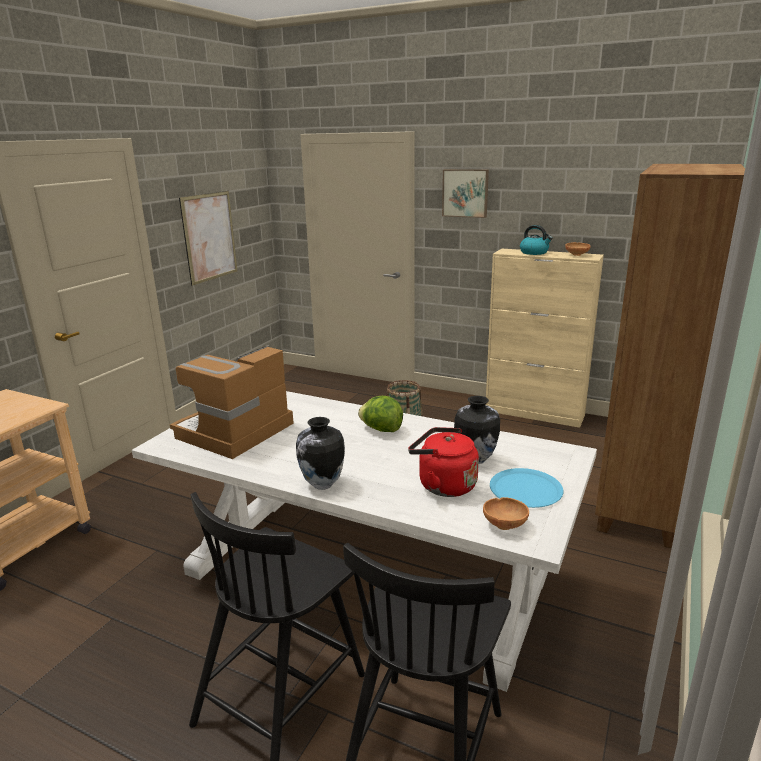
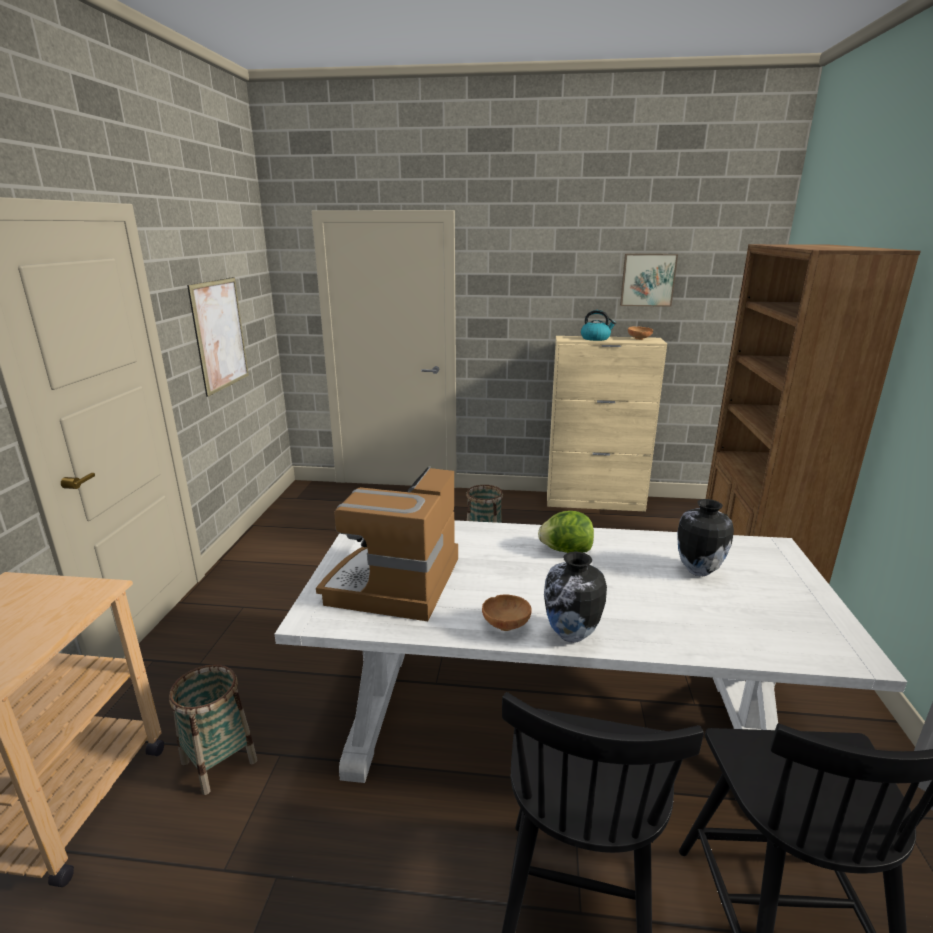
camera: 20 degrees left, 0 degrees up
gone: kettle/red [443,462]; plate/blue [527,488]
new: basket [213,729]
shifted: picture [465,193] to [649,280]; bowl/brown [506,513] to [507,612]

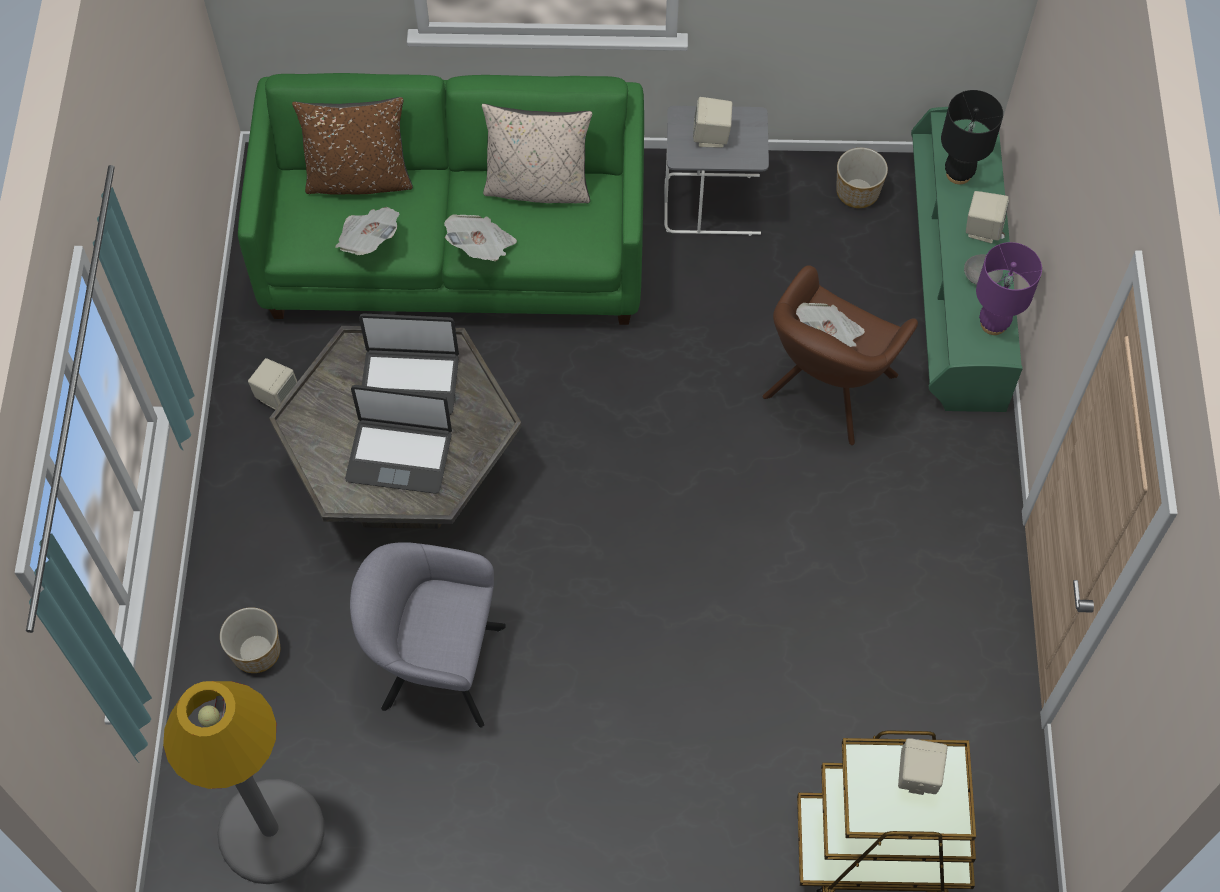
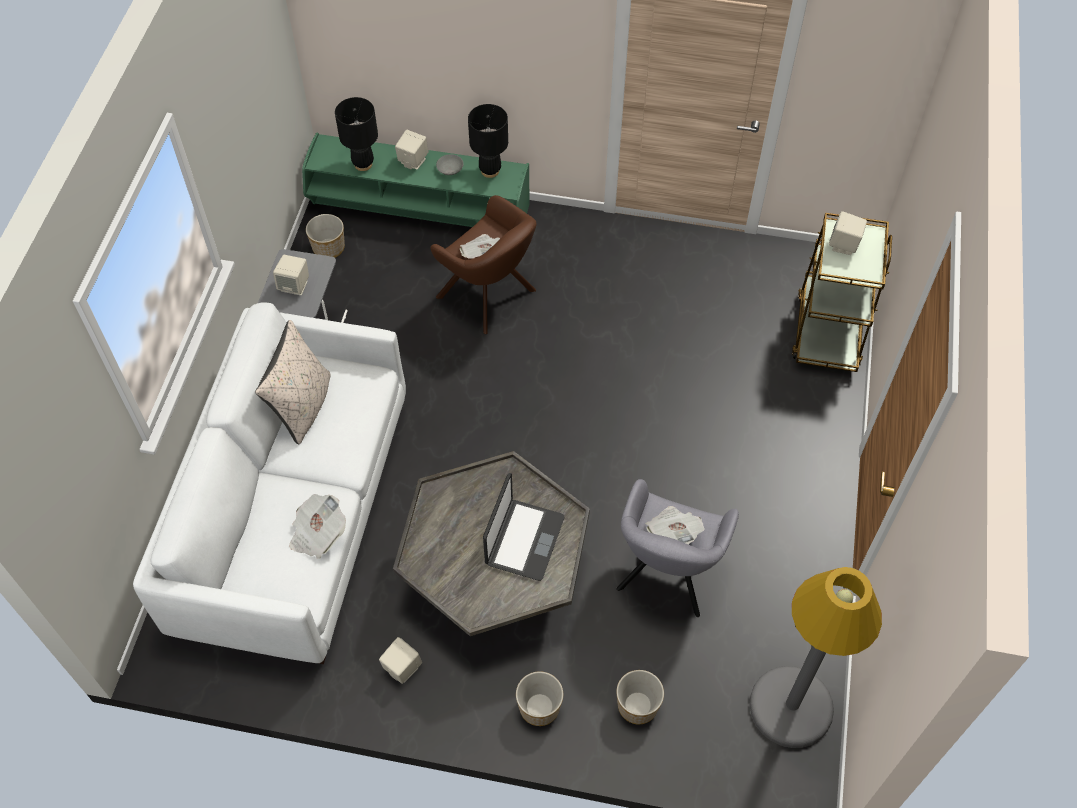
camera: 80 degrees left, 5 degrees down
gone: pillow/brown [352,146]; laptop [409,364]
new: planter [539,698]
shifted: newspaper [480,238] to [675,525]
repainted: sofa/green [441,199] to sofa/white [269,483]; table lamp/purple [1009,288] to table lamp/black [488,141]

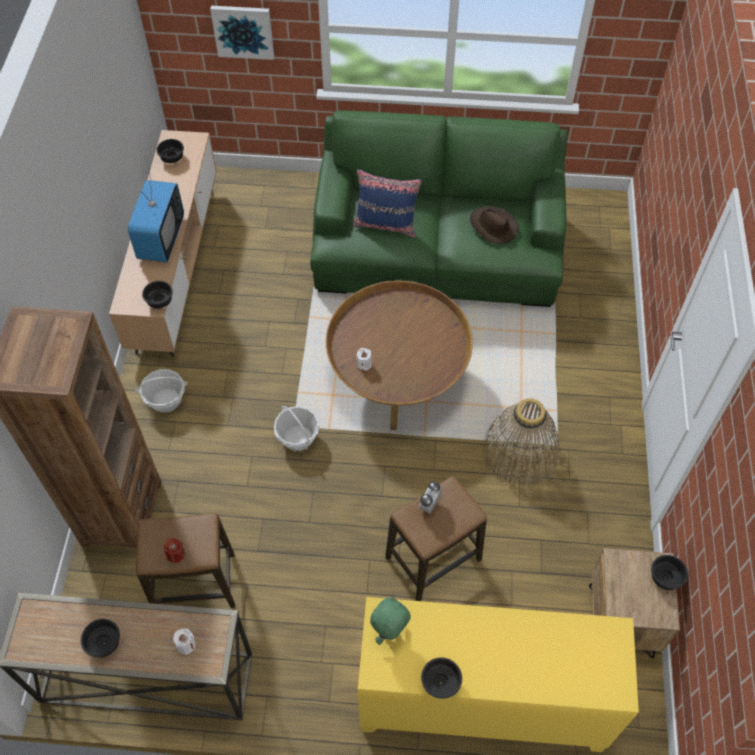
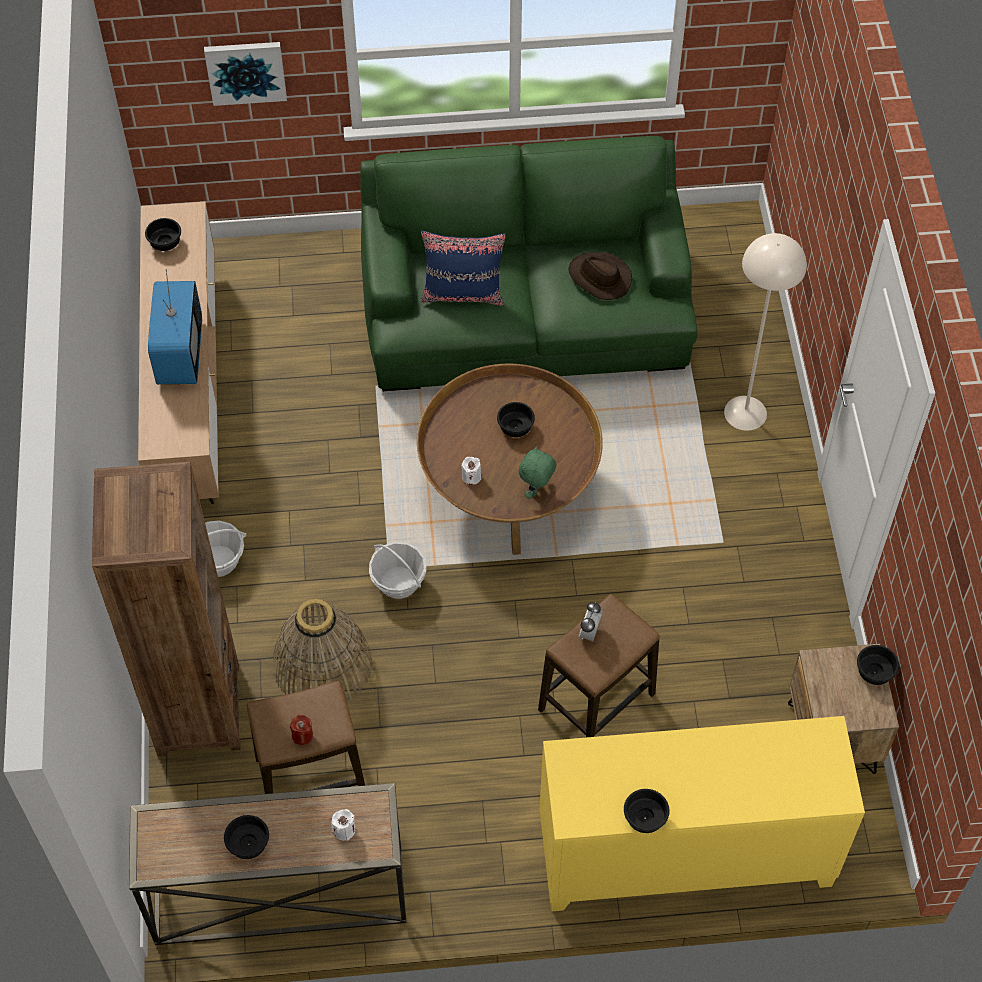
camera: 10 degrees left, 0 degrees up
new: floor lamp/beige [765,332]
shifted: bowl/black [157,295] to [516,419]; plush toy/green [390,620] to [538,472]; basket [521,442] to [322,650]

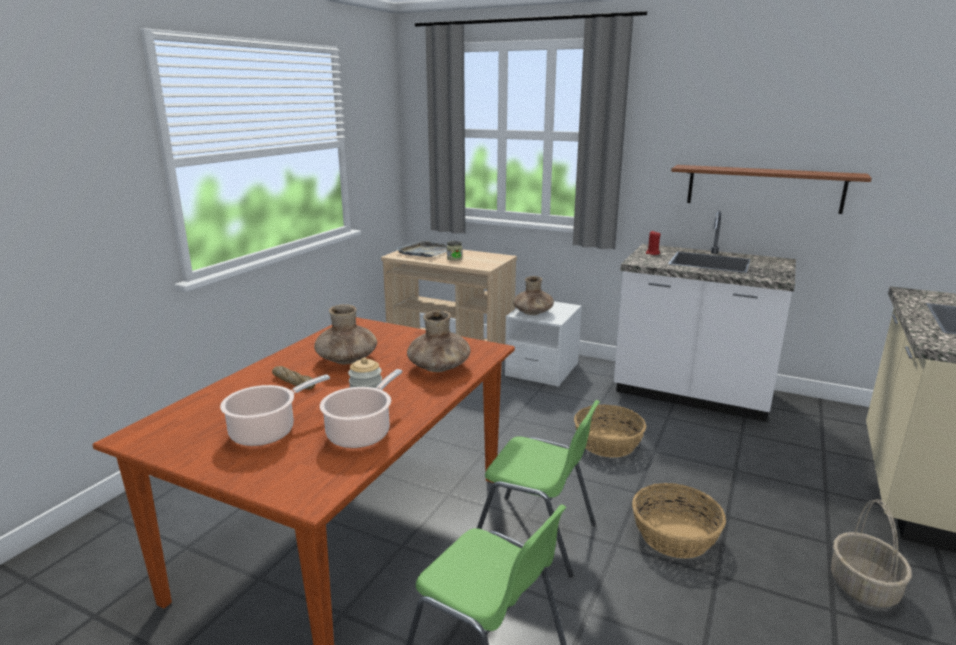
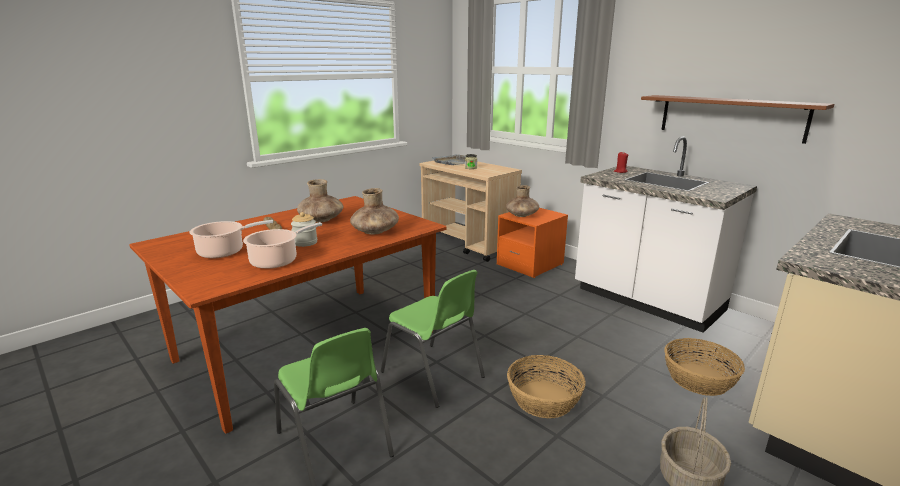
camera: 20 degrees right, 0 degrees up
shifted: basket [610,431] to [704,367]
repainted: nightstand/white [543,344] to nightstand/orange [532,243]

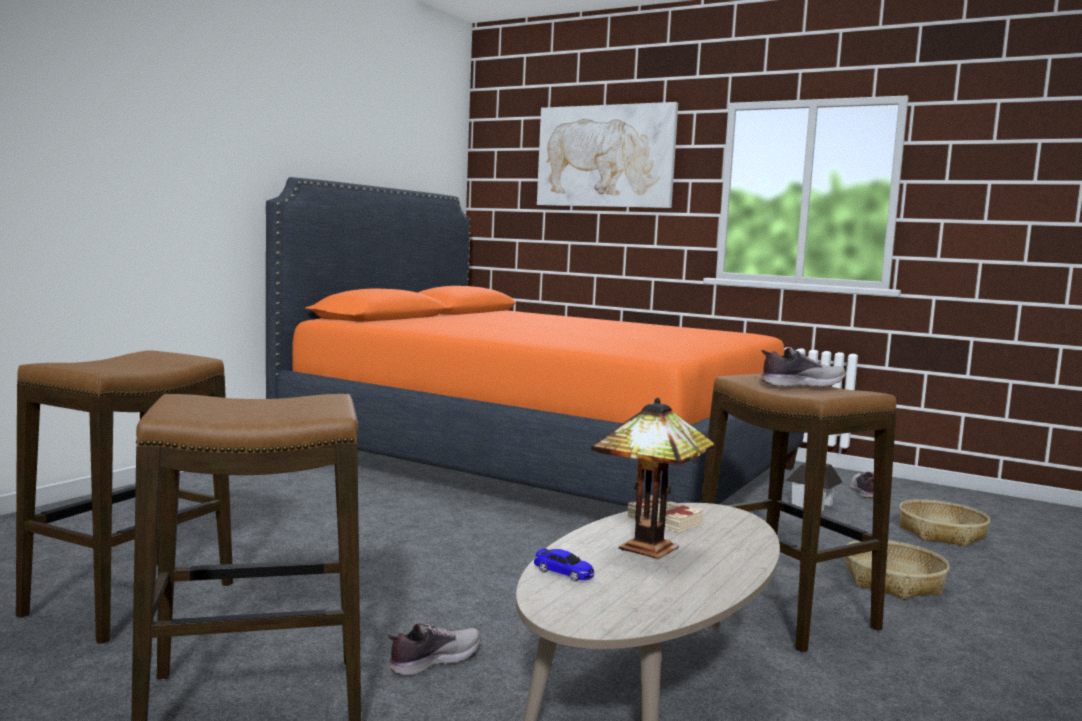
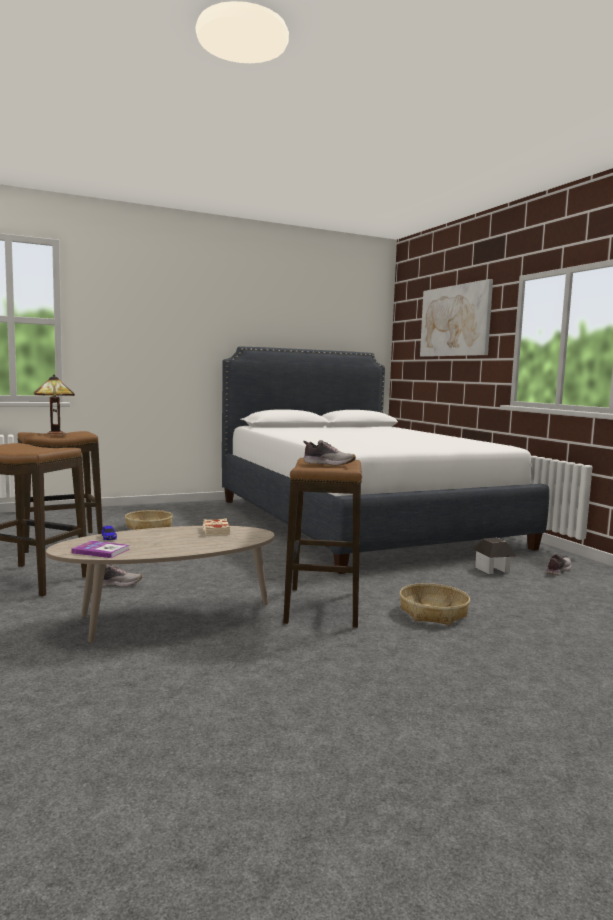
camera: 35 degrees right, 0 degrees up
new: book [100,549]
shifted: table lamp [653,479] to [54,405]; basket [944,523] to [149,520]
repainted: bed/orange [535,341] to bed/white [385,460]

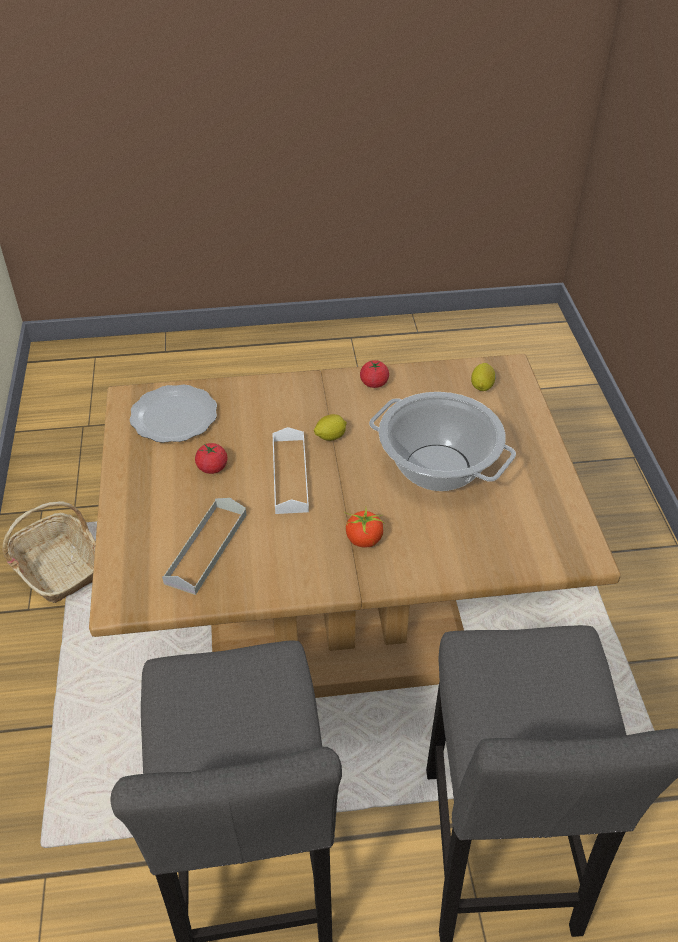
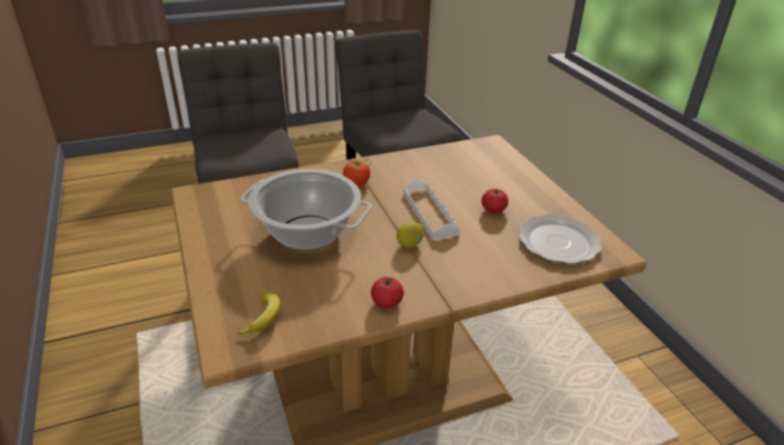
camera: 165 degrees right, 10 degrees down
gone: basket [49,552]; tray/grey [204,546]
swapped: lemon [483,377] to banana [259,313]

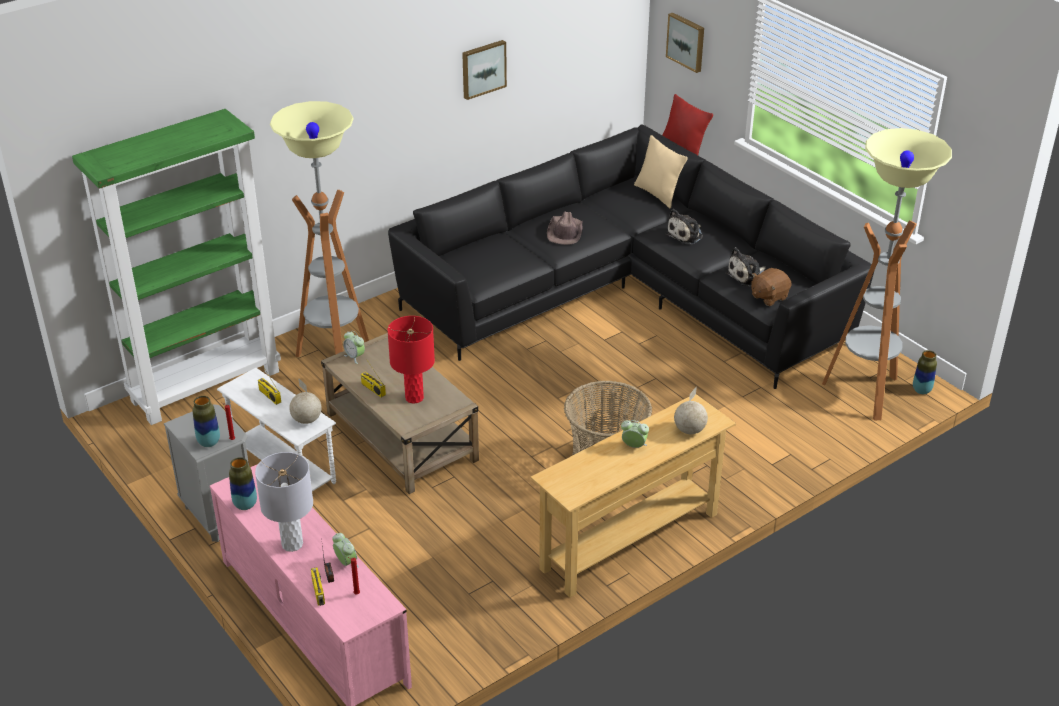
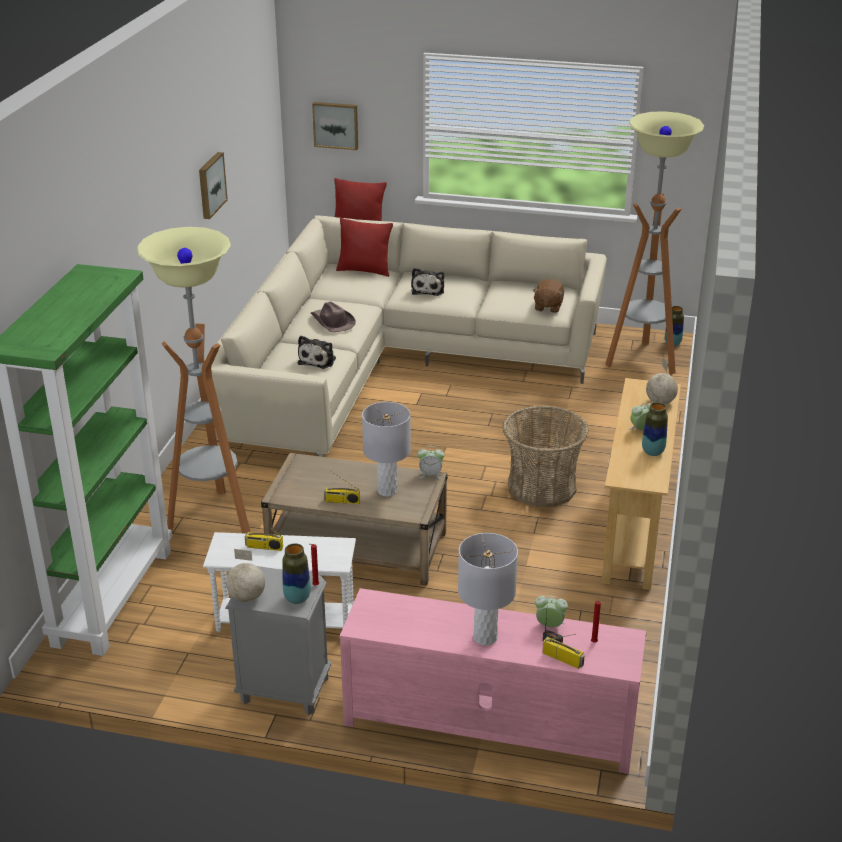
camera: 40 degrees left, 5 degrees down
shifted: vase [243,483] to [655,429]; globe [305,401] to [245,575]; alarm clock [354,347] to [430,462]; plush toy [745,266] to [317,352]
repainted: table lamp/red [411,360] to table lamp/grey [386,449]; sofa/black [631,257] to sofa/beige [405,336]; pillow/beige [661,171] to pillow/red [364,247]

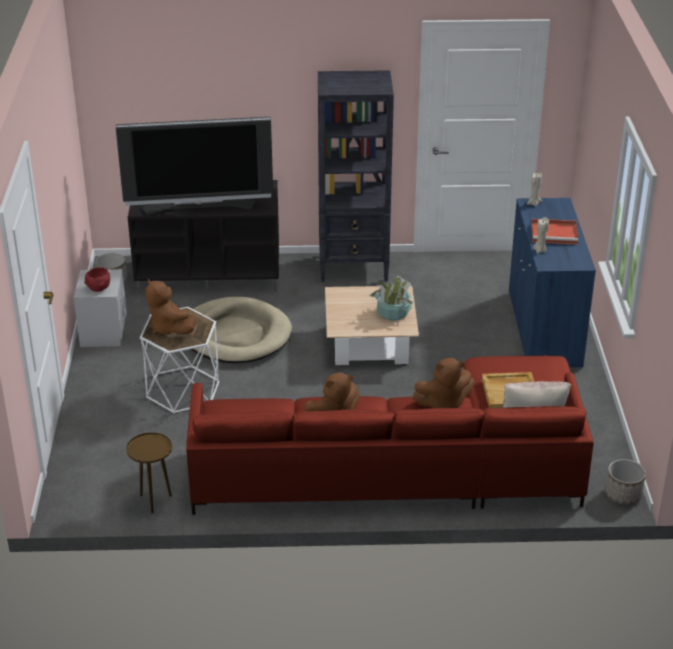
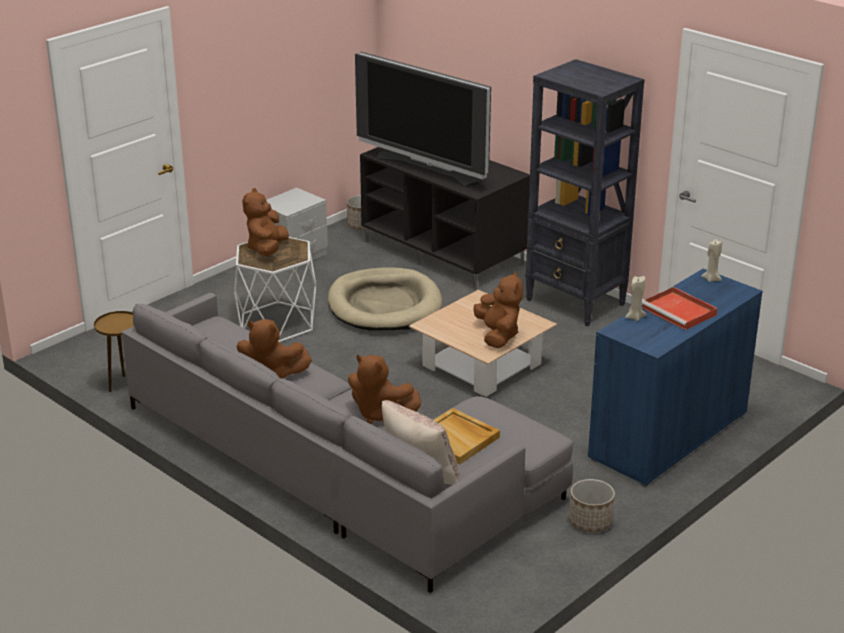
camera: 45 degrees right, 5 degrees down
gone: bowl/red [97,279]
shifted: planter [625,482] to [592,505]
swapped: potted plant [390,297] to plush toy/brown [498,309]
repainted: sofa/red [389,435] to sofa/grey [347,443]

